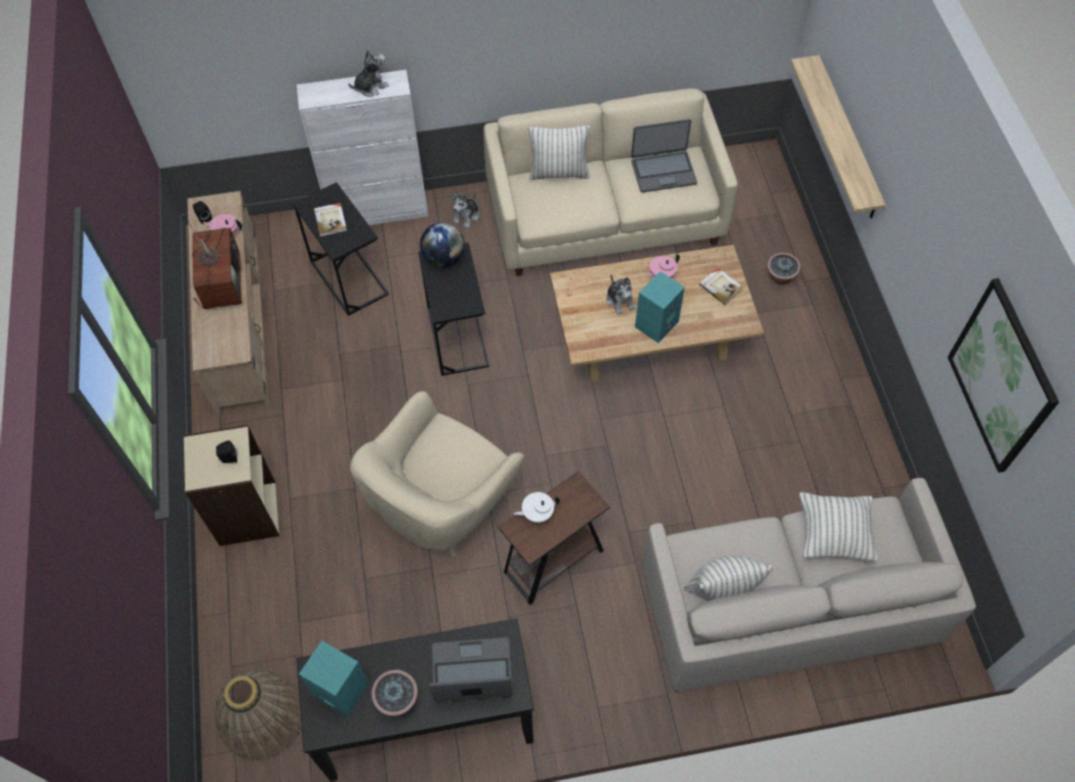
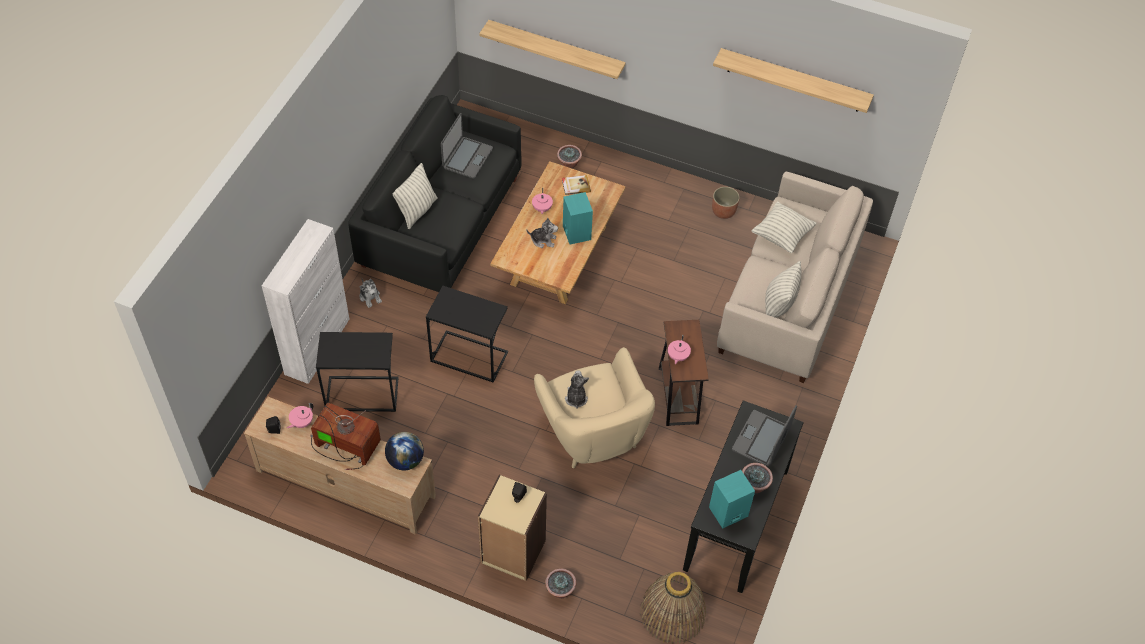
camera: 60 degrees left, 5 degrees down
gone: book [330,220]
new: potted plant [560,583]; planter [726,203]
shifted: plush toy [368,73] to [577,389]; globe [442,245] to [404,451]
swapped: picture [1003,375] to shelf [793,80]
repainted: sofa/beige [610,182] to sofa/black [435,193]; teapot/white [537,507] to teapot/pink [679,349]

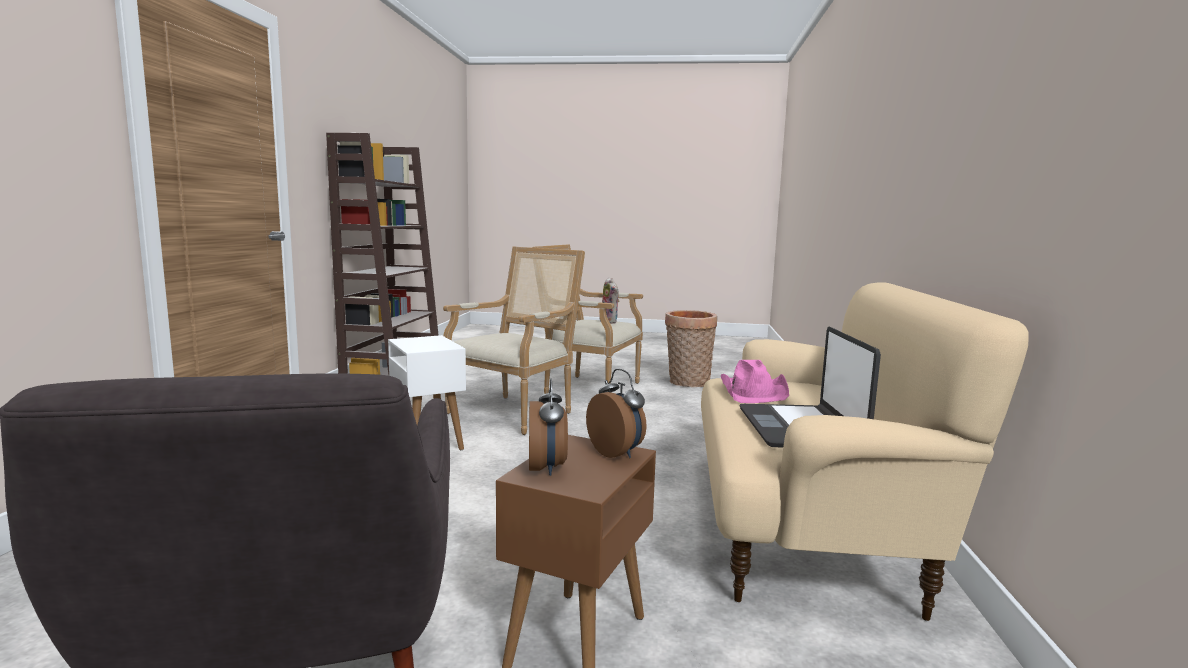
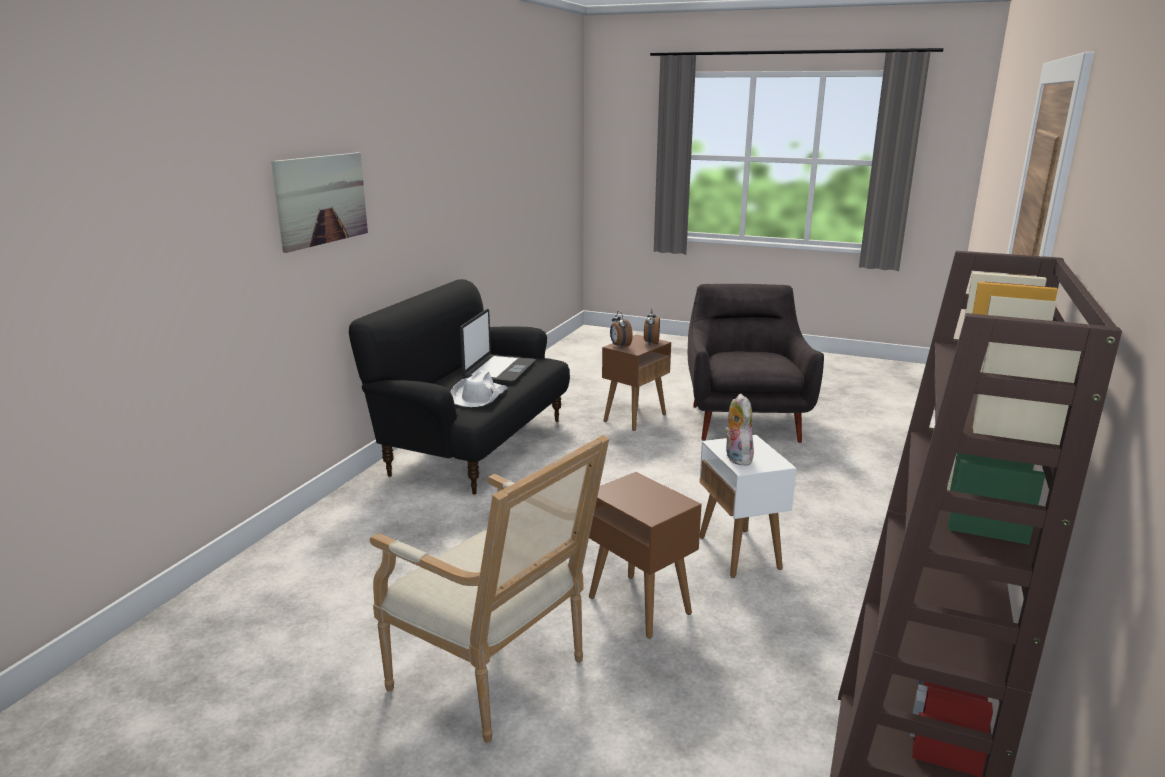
camera: 165 degrees left, 10 degrees up
gone: basket [691,348]
new: picture [319,202]
shifted: plush toy [609,300] to [739,429]
swapped: armchair [514,340] to side table/brown [645,555]
repainted: sofa/beige [864,451] to sofa/black [459,387]; hat/pink [755,381] to hat/white [479,388]

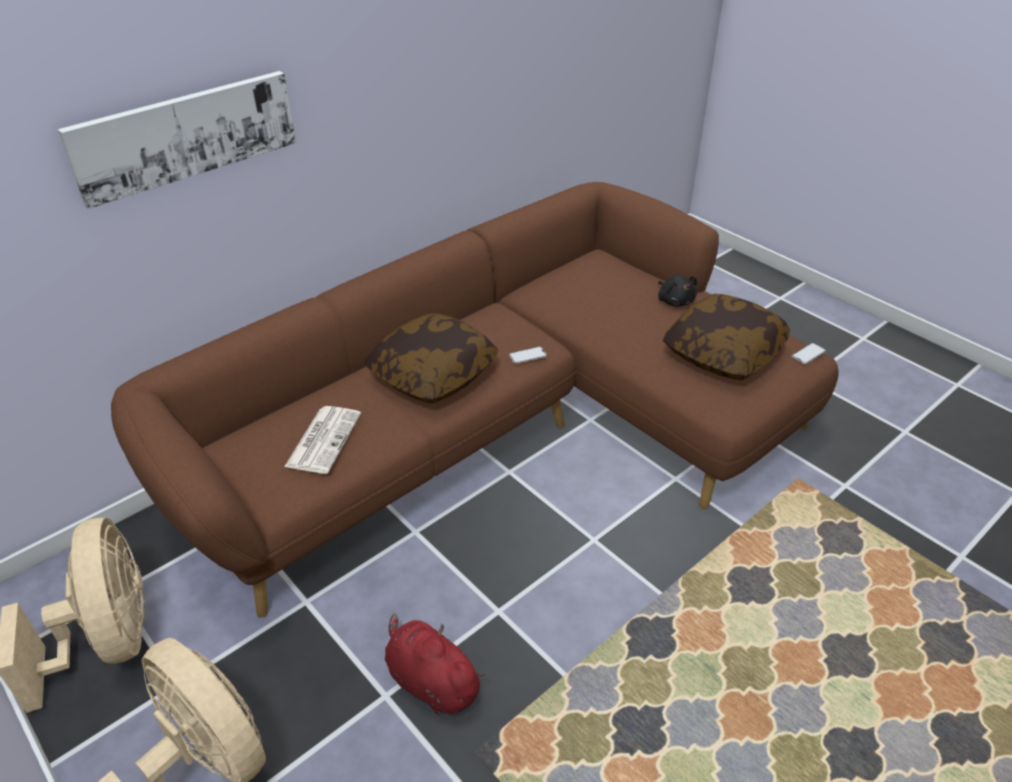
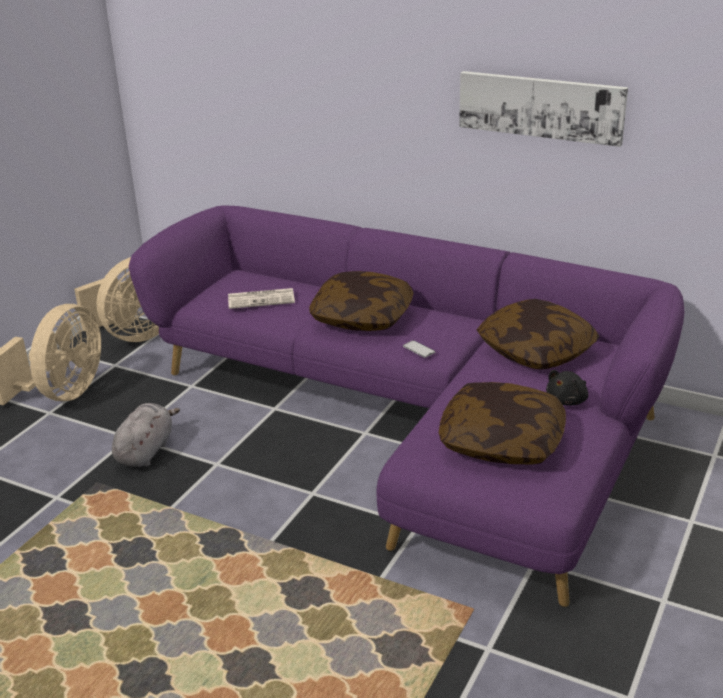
camera: 70 degrees right, 10 degrees down
gone: phone [809,353]
new: pillow [538,334]
shifted: picture [177,140] to [543,109]
repainted: sofa/brown [475,399] to sofa/purple [406,406]; plush toy/red [435,664] to plush toy/grey [146,435]

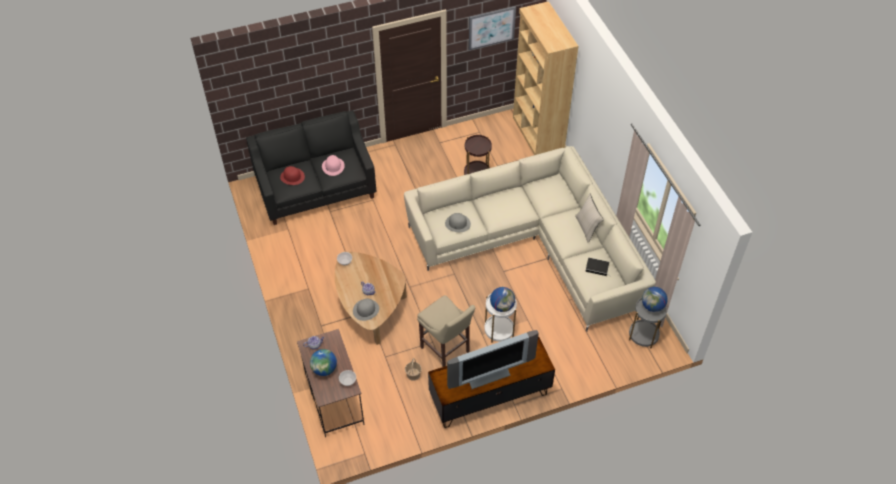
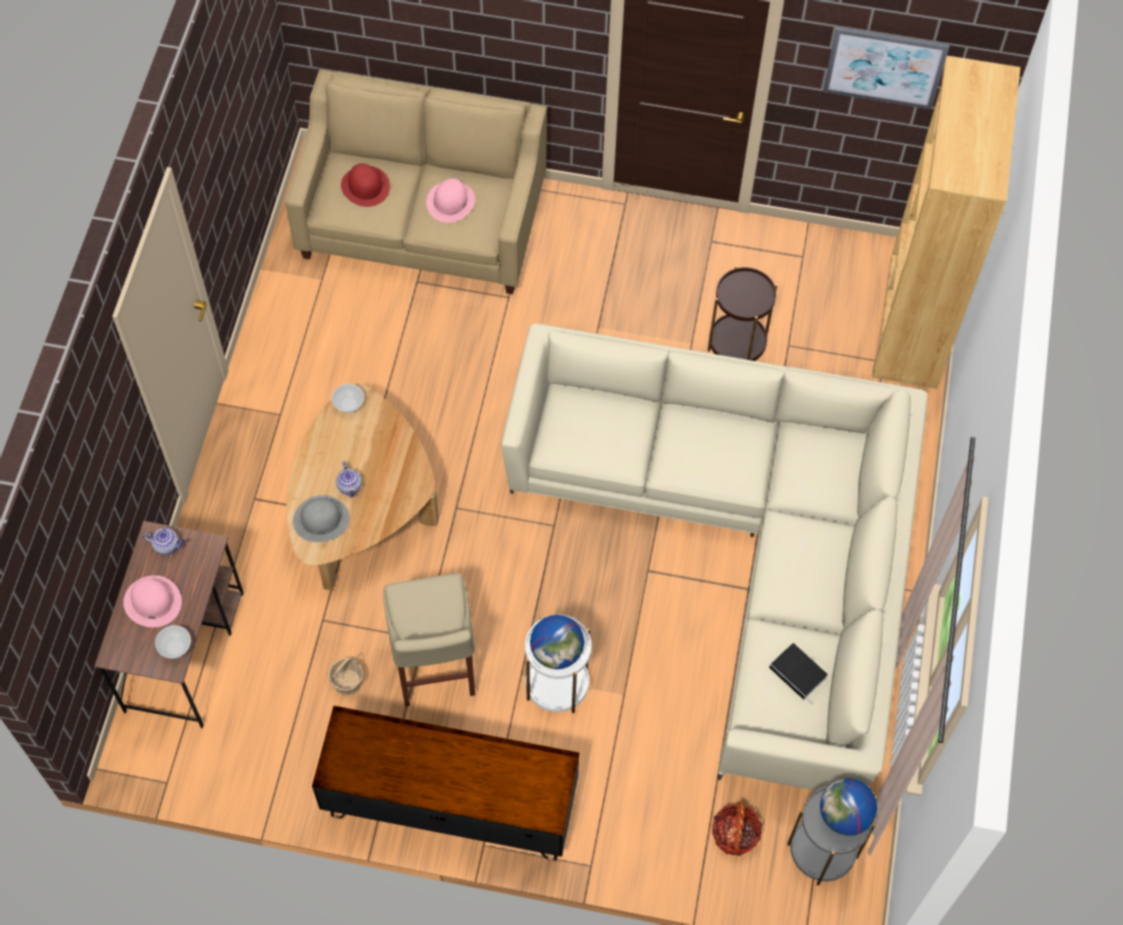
camera: 30 degrees right, 10 degrees up
gone: hat/grey [458,222]; television [493,359]; pillow/beige [589,218]
new: basket [737,829]
swapped: globe [323,362] to hat/pink [152,601]
repainted: sofa/black [311,167] to sofa/beige [416,181]

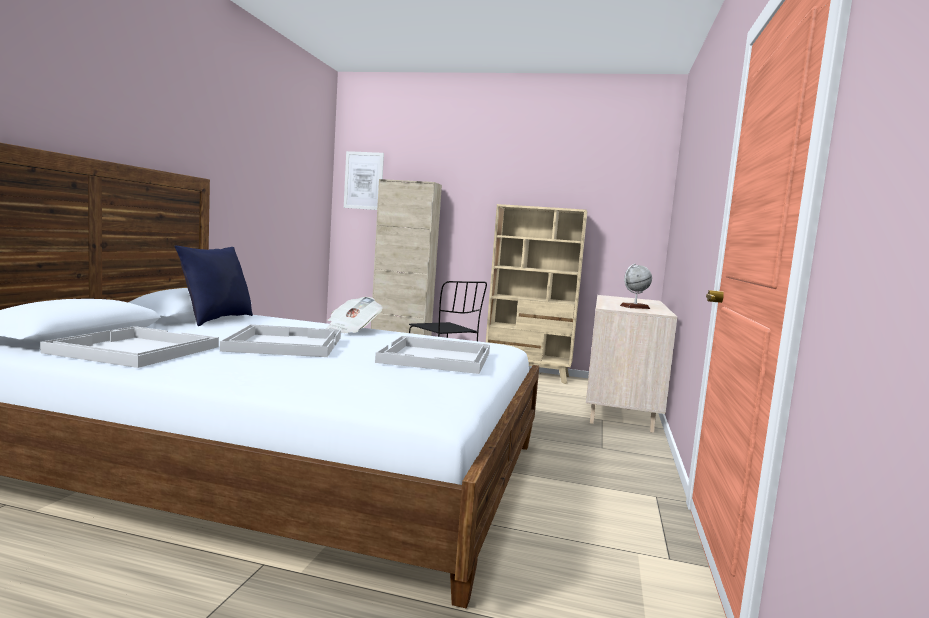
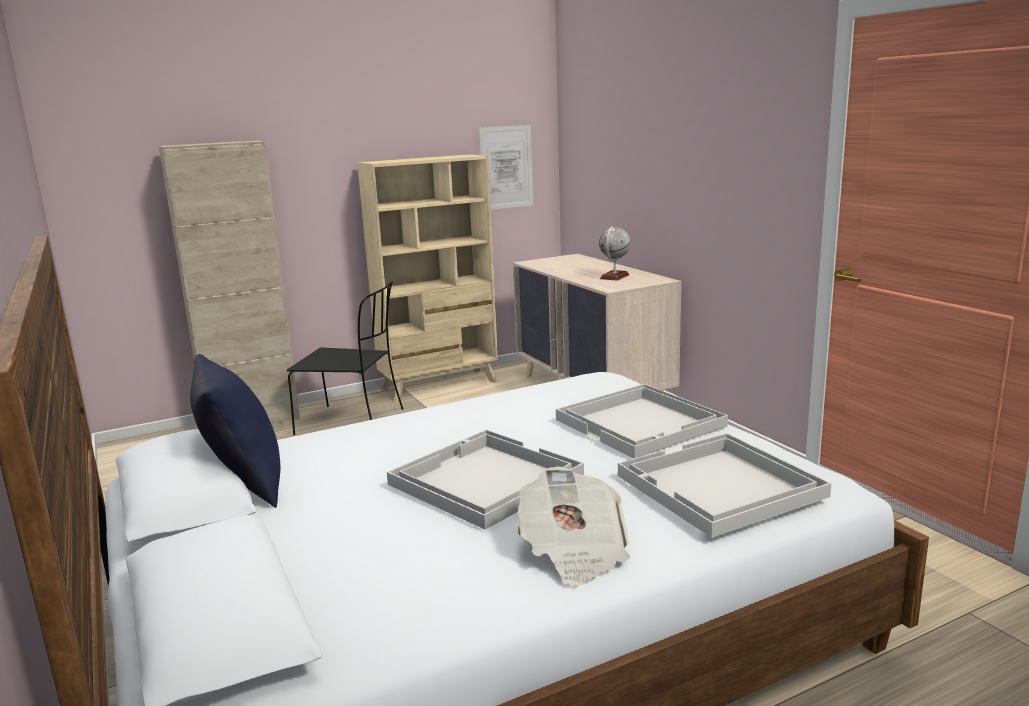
camera: 40 degrees left, 10 degrees up
shifted: tray/white [129,347] to [724,485]; newspaper [353,315] to [573,526]; picture [364,180] to [505,167]

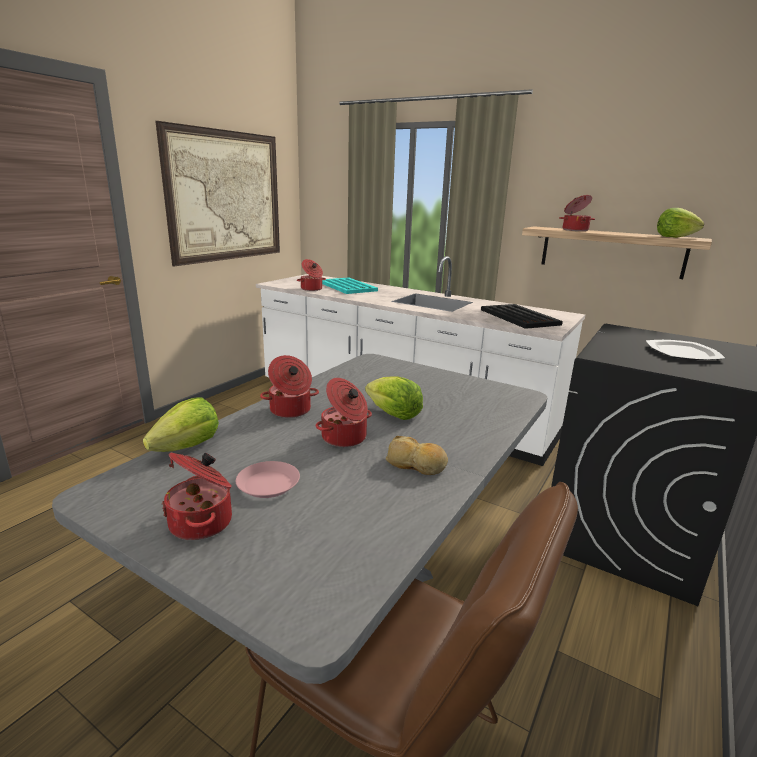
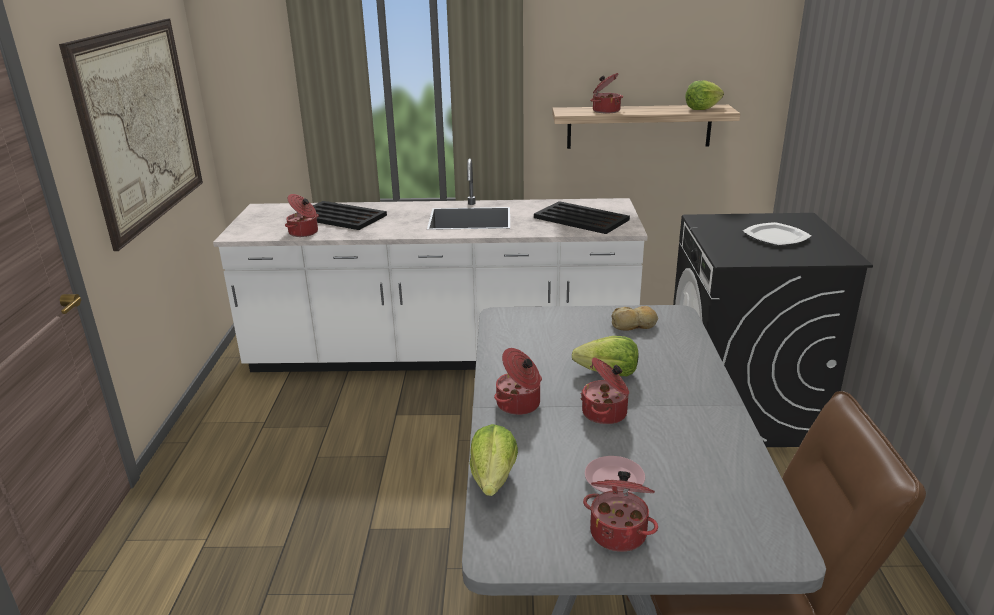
camera: 30 degrees left, 5 degrees up
shifted: bread [416,455] to [635,318]
repainted: tray/turquoise [350,286] to tray/black [340,215]

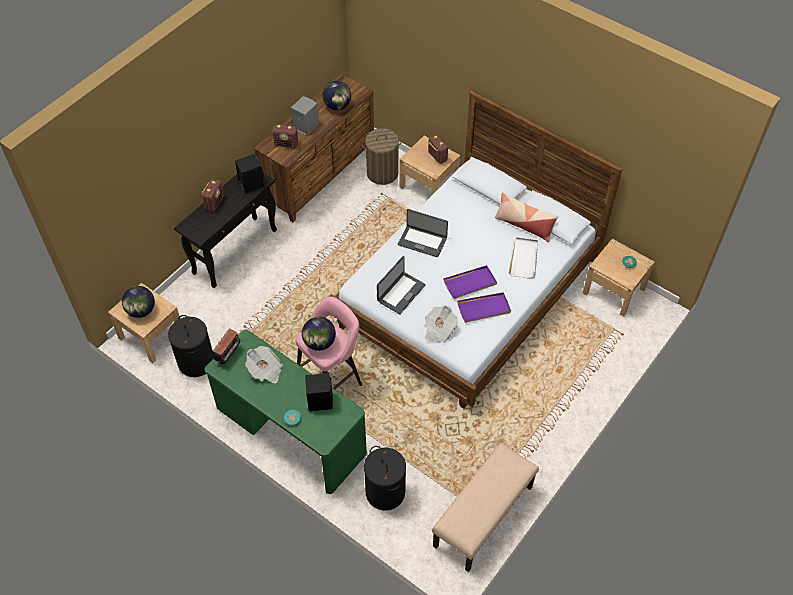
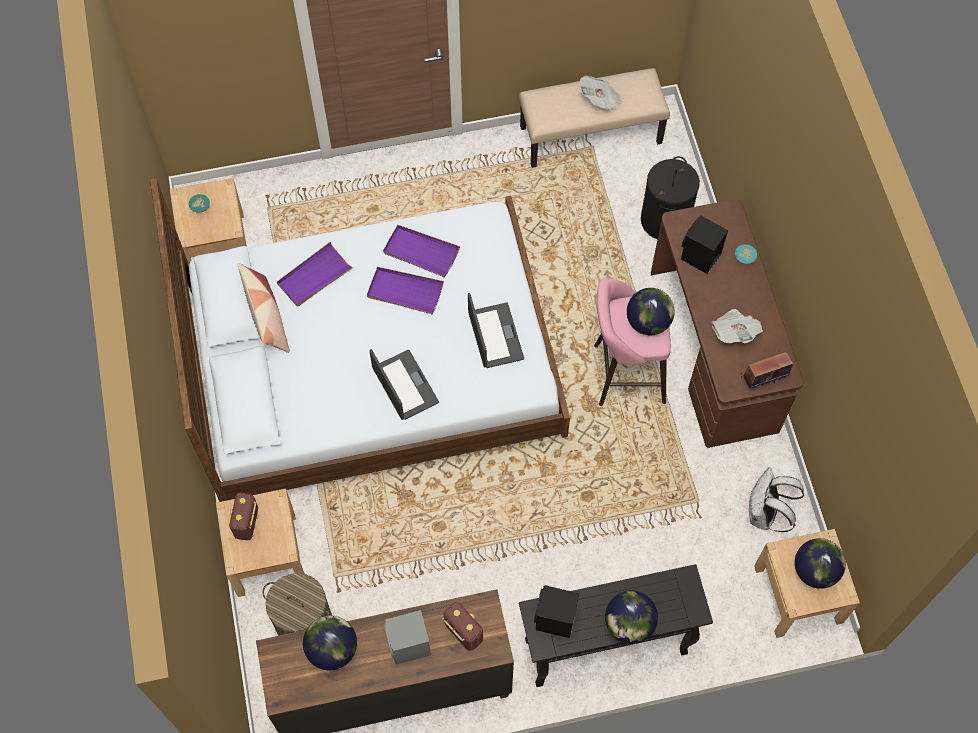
camera: 140 degrees left, 10 degrees up
shifted: newspaper [441,324] to [601,93]
swapped: laundry basket/black [191,346] to backpack/white [776,499]; radio [213,195] to globe [631,617]
repainted: desk/green [286,412] to desk/brown [727,323]; tray/white [523,257] to tray/purple [315,274]
rotated: laptop [401,285] = [496,330] 90 degrees clockwise

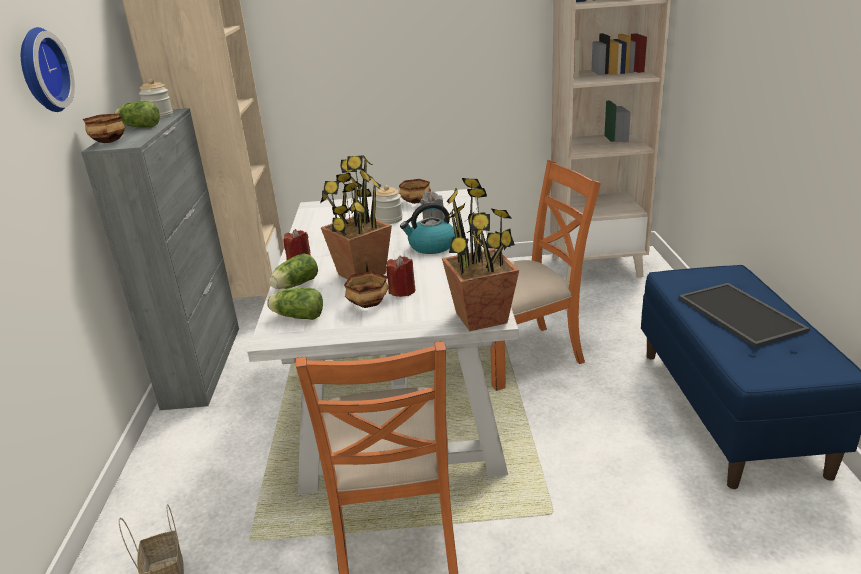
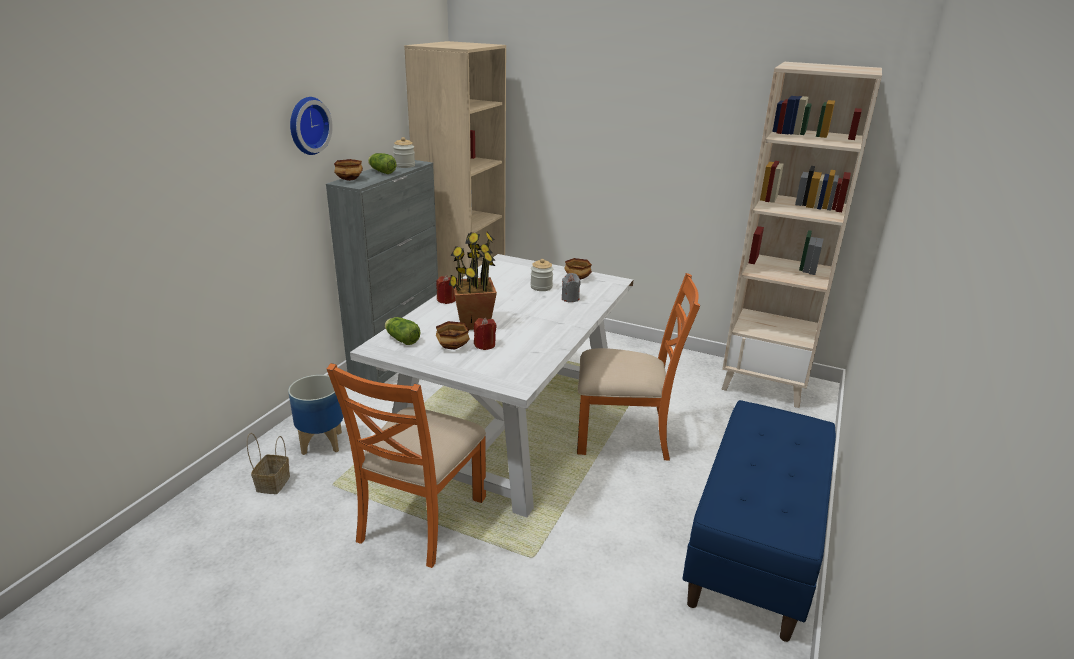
camera: 25 degrees right, 0 degrees up
gone: lettuce [293,271]; kettle [427,228]; potted plant [480,254]; tray [744,315]
new: planter [315,415]

